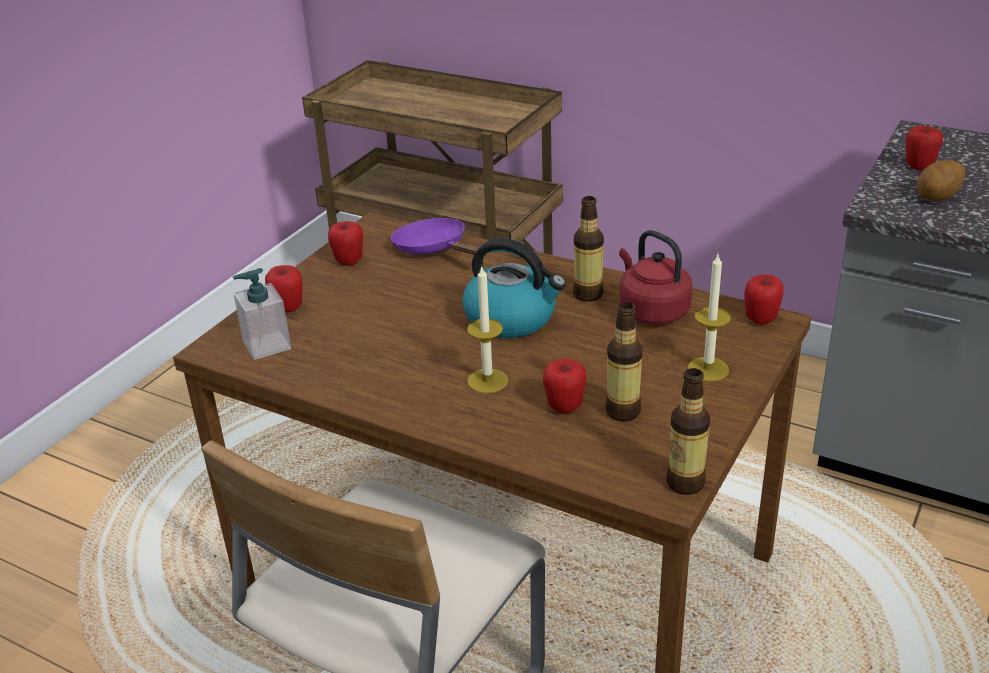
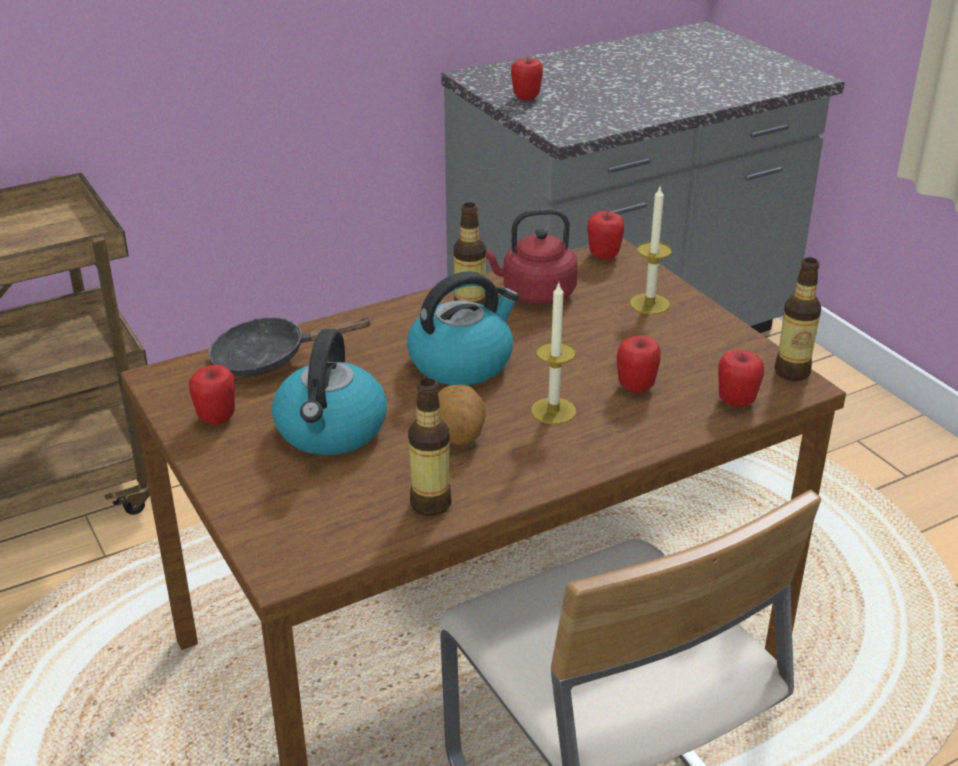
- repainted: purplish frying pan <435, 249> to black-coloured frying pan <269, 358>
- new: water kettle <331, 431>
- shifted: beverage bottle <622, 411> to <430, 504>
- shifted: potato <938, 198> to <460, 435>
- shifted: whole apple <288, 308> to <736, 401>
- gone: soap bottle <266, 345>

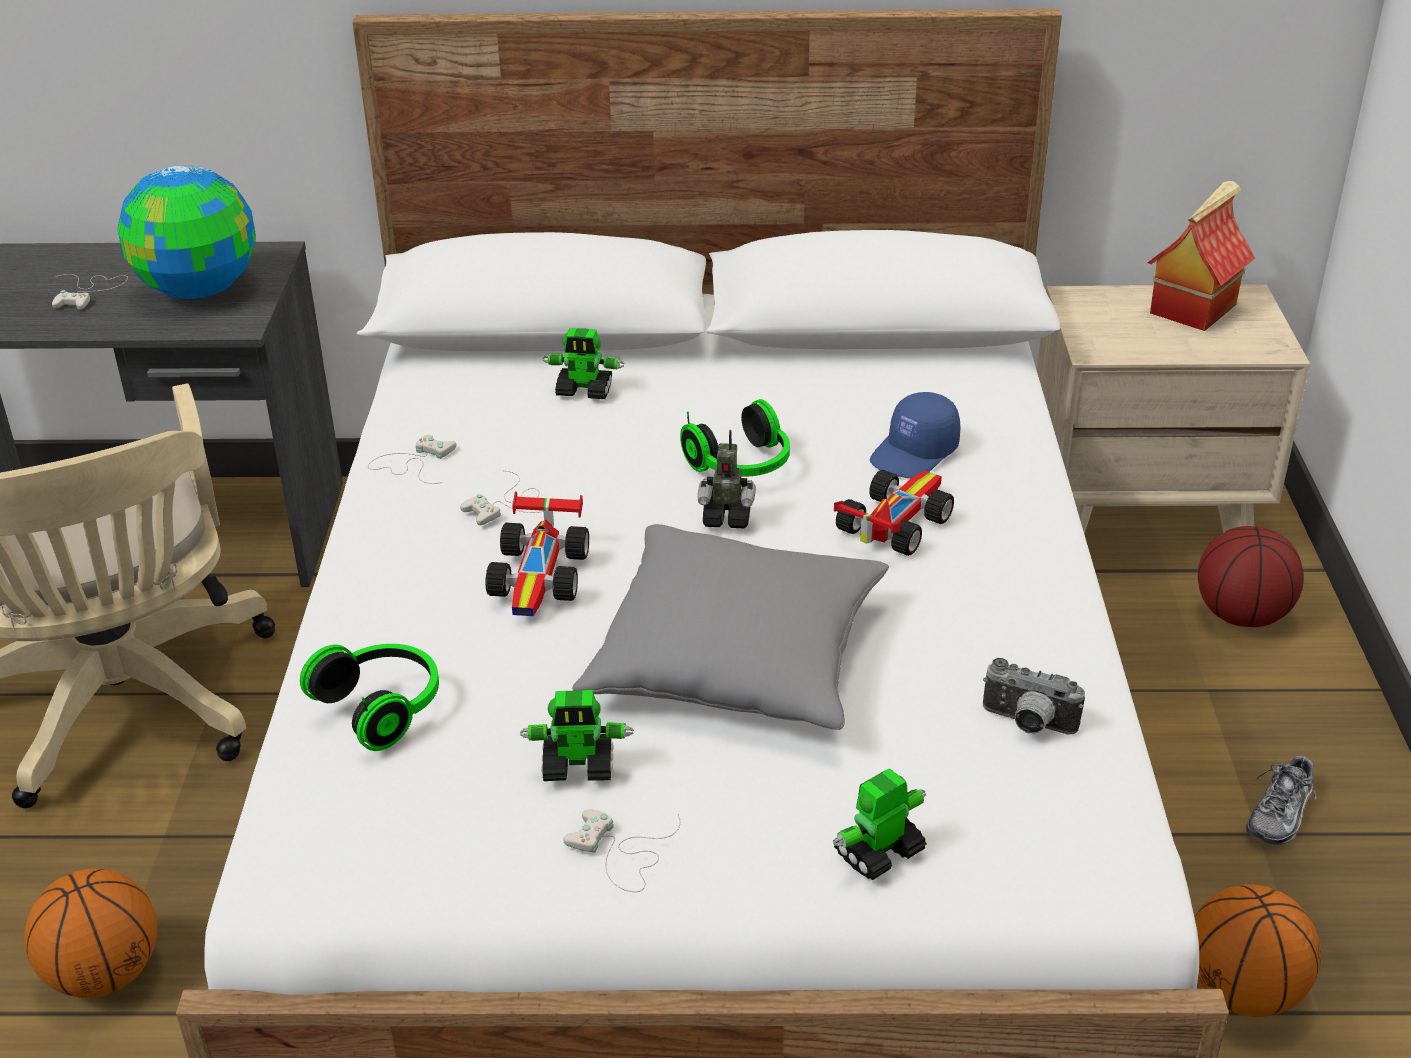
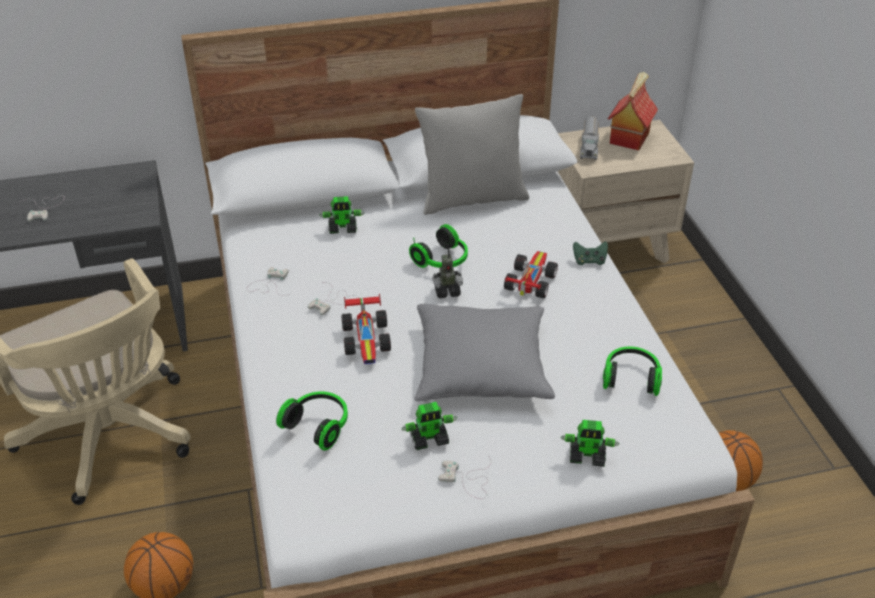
- new: grey cushion <472, 198>
- rotated: robot figure <878, 852> = <587, 456> 120 degrees counterclockwise
- new: greenish joypad <589, 261>
- new: toy lorry <589, 148>
- swapped: photo camera <1027, 724> to pair of headphones <631, 378>
- gone: globe <200, 290>
- gone: bluish baseball cap <915, 454>
- gone: basketball ball <1241, 616>
- gone: low shoe <1280, 814>

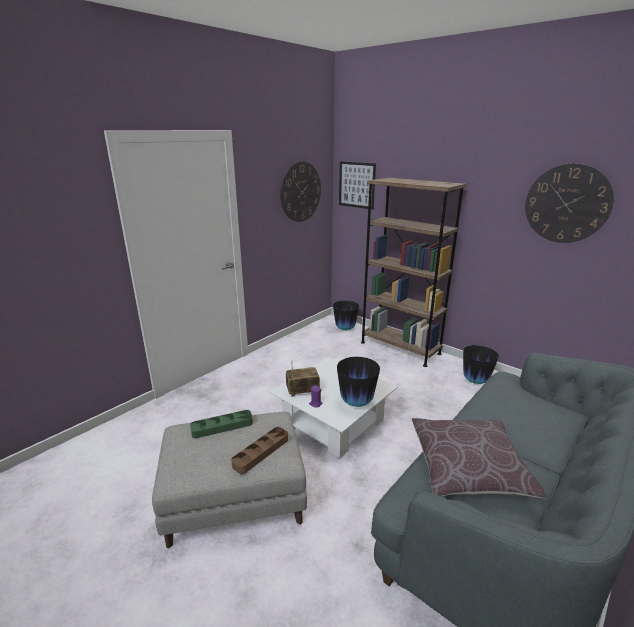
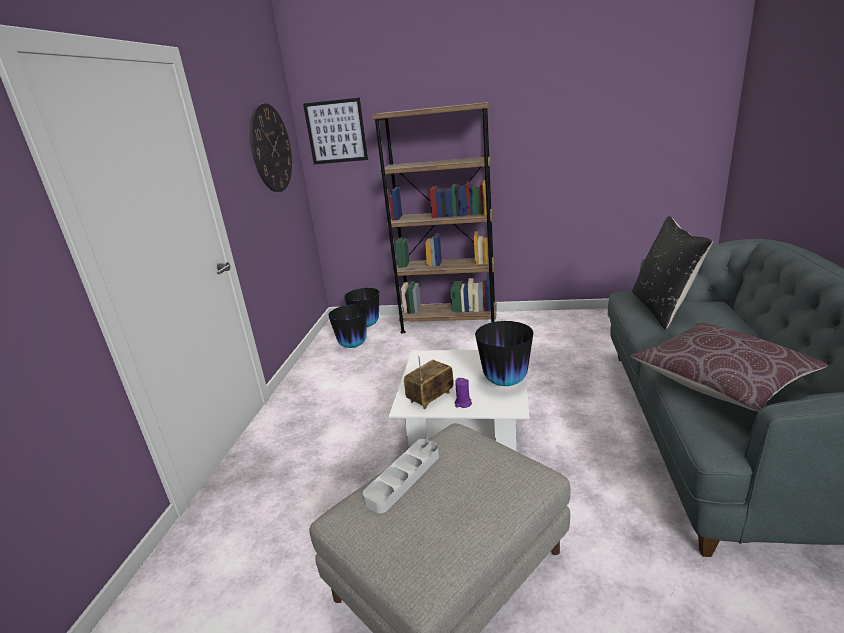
- shifted: flower vase <475, 381> to <353, 346>
- repainted: greenish tray <222, 426> to grey tray <403, 478>
- new: black-coloured cushion <662, 308>
- gone: brown tray <261, 452>
- gone: wall clock <567, 203>

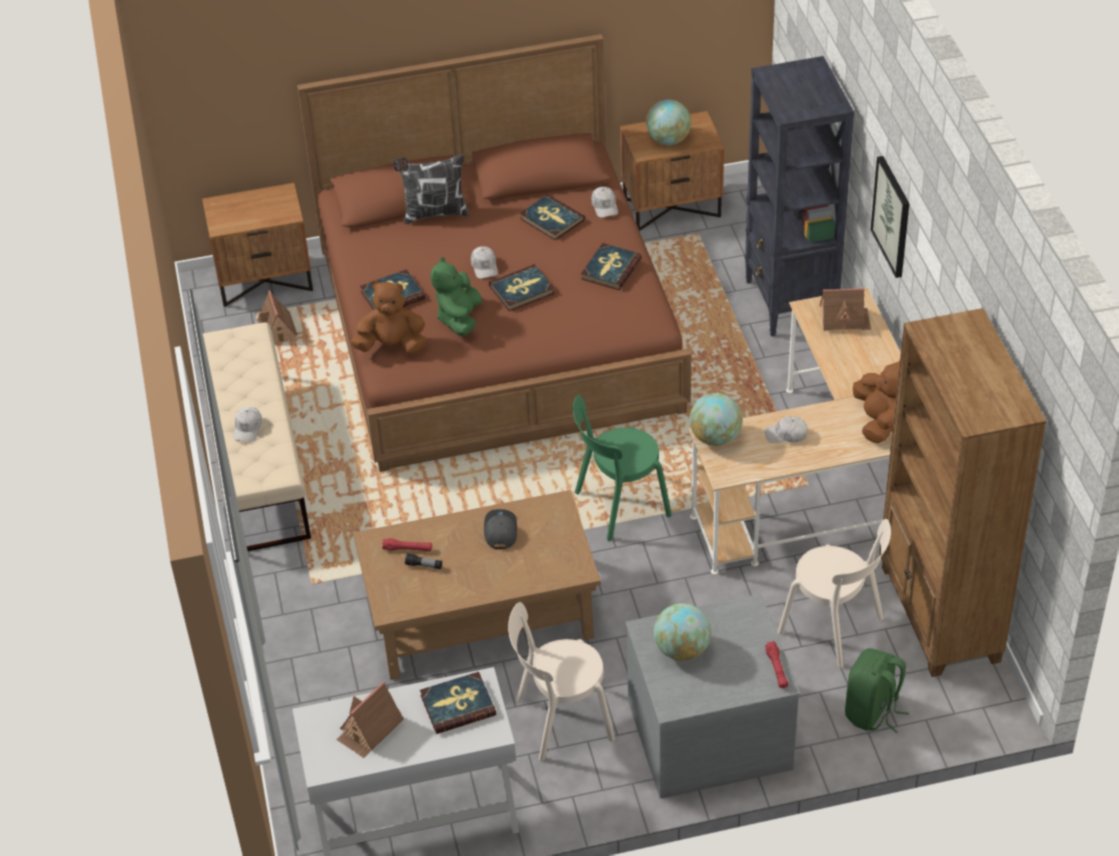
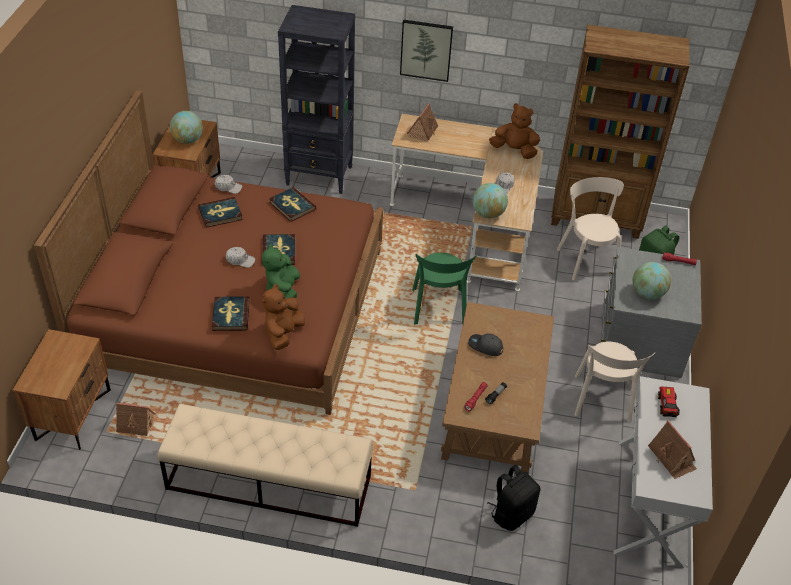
- rotated: greenish cuddly toy <459, 319> = <283, 290> 60 degrees clockwise
- new: black-coloured knapsack <511, 513>
- rotated: beige-coloured chair <835, 628> = <586, 259> 75 degrees counterclockwise
- swapped: volume <457, 705> to toy car <667, 404>
- gone: white baseball cap <248, 428>
- gone: cushion <434, 213>

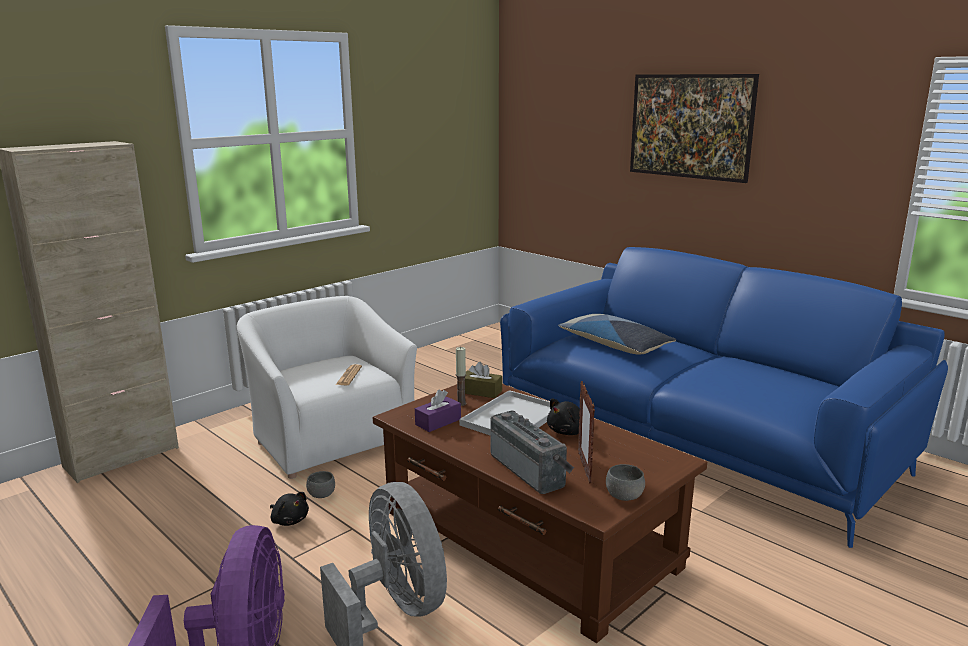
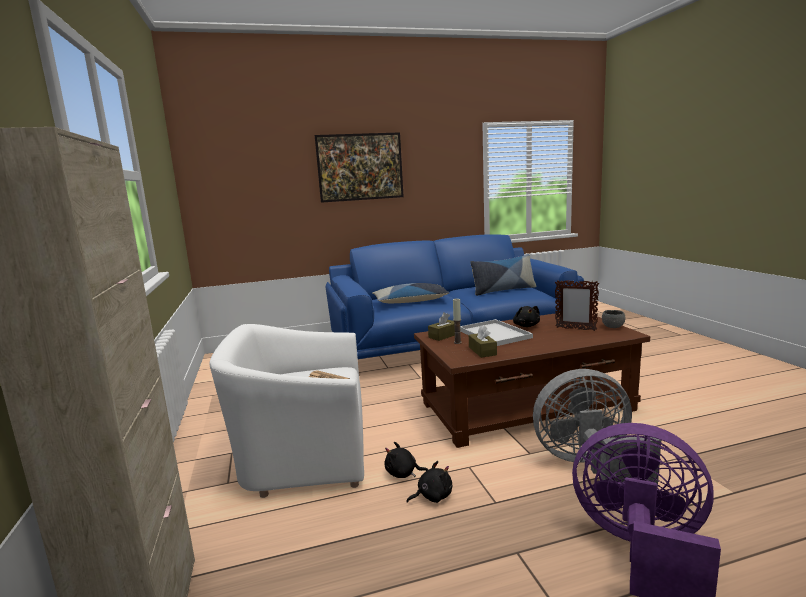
- swapped: grey serving bowl <321, 495> to black-coloured cuddly toy <403, 473>
- repainted: purplish tissue holder <438, 422> to brown tissue holder <482, 351>
- new: cushion <503, 290>
- gone: radio <531, 470>

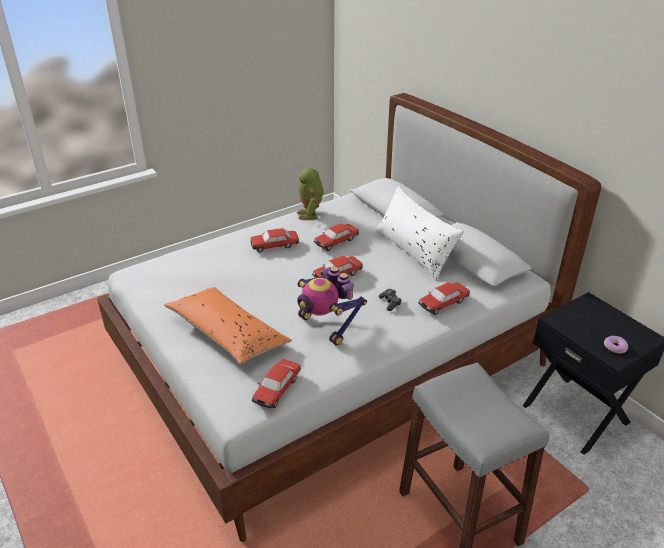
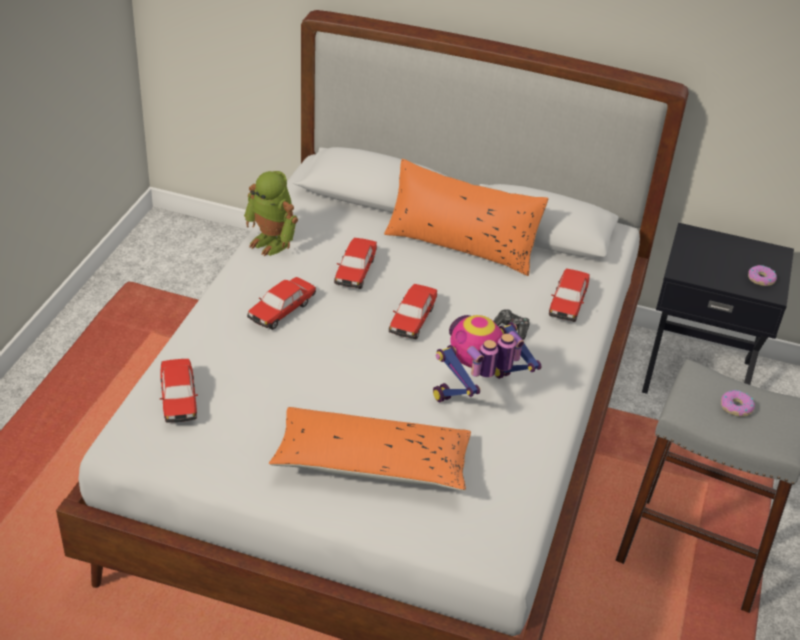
- shifted: toy car <277, 389> to <179, 398>
- repainted: white cushion <414, 251> to orange cushion <461, 244>
- rotated: robot figure <327, 326> = <477, 394> 135 degrees clockwise
- new: doughnut <736, 407>

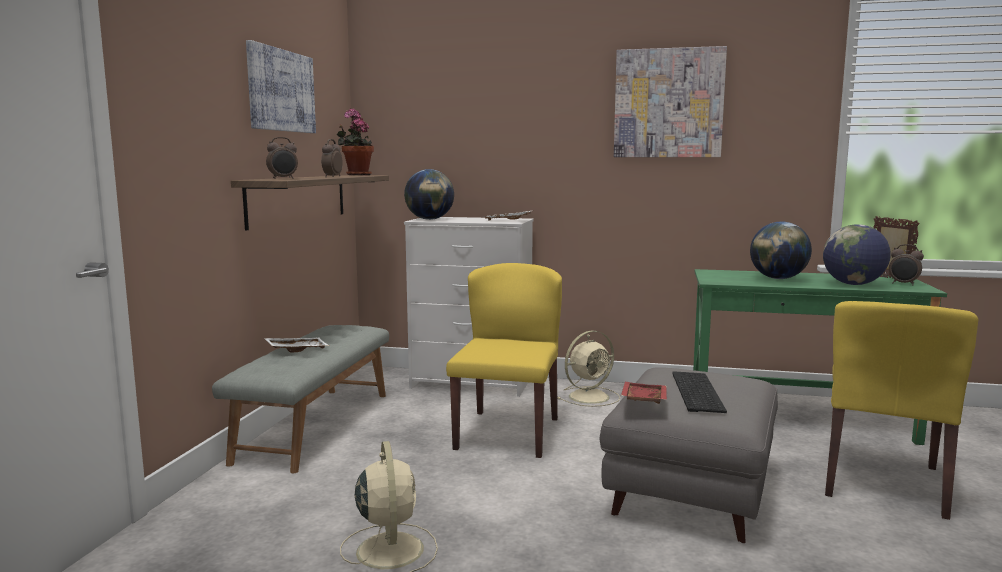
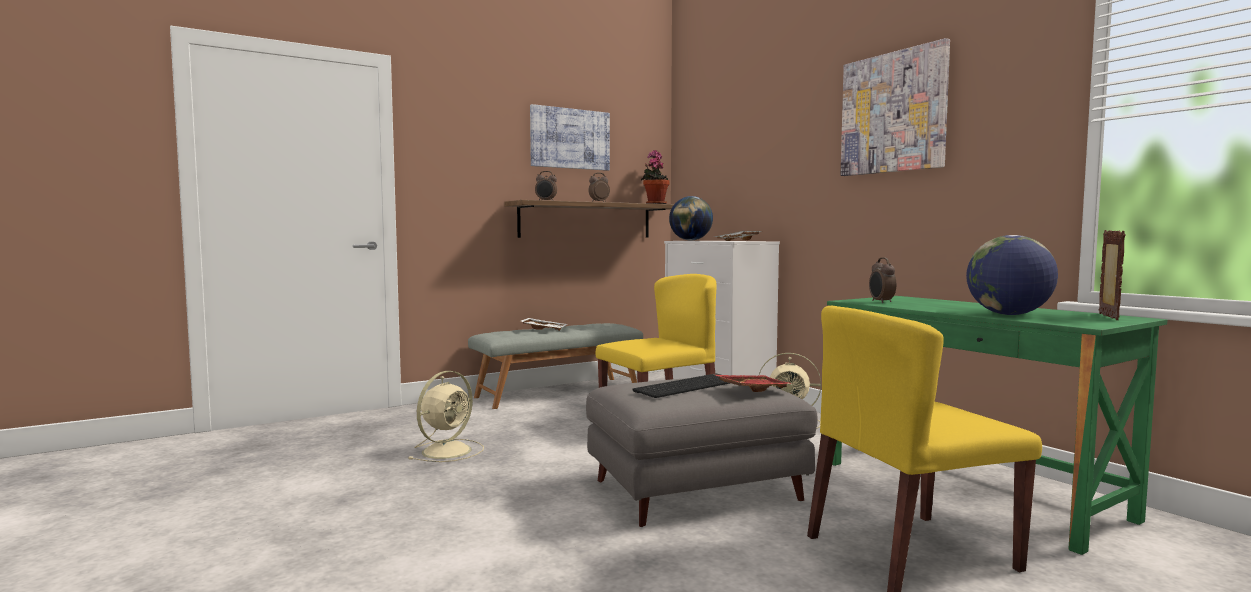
- shifted: reddish tray <642, 400> to <751, 389>
- shifted: alarm clock <903, 284> to <881, 302>
- gone: globe <778, 278>

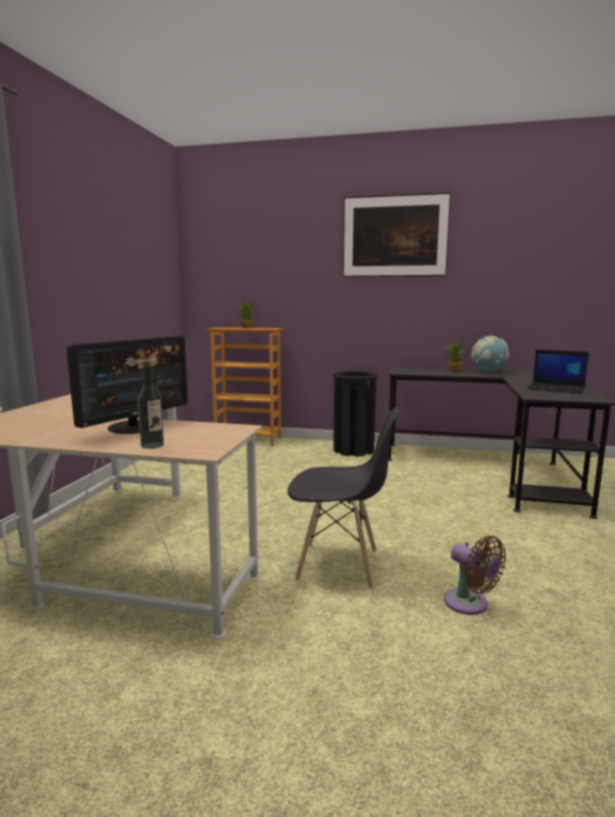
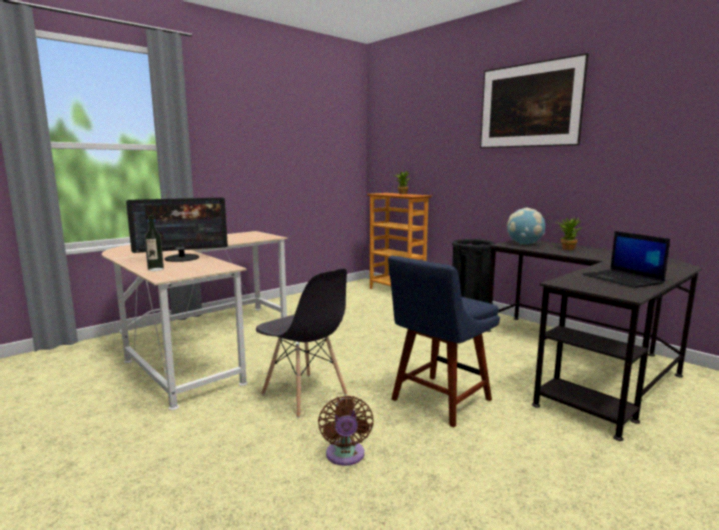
- new: bluish chair <438, 401>
- shifted: globe <488, 371> to <524, 244>

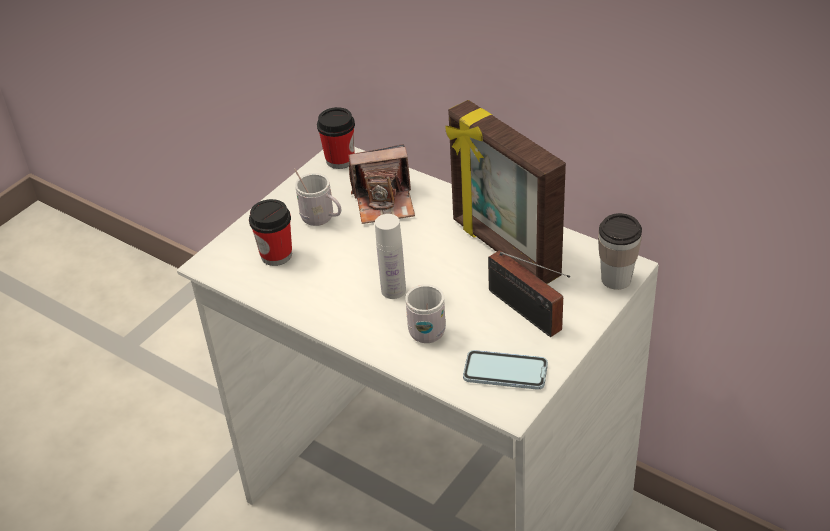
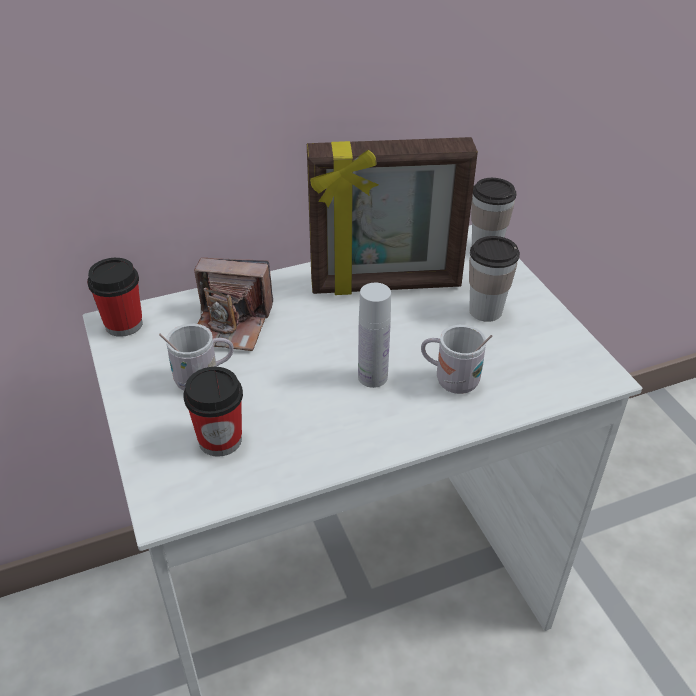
- rotated: photo camera <384, 202> = <231, 325> 75 degrees clockwise
- swapped: radio <527, 313> to drinking cup <485, 311>
- gone: telephone <505, 372>

